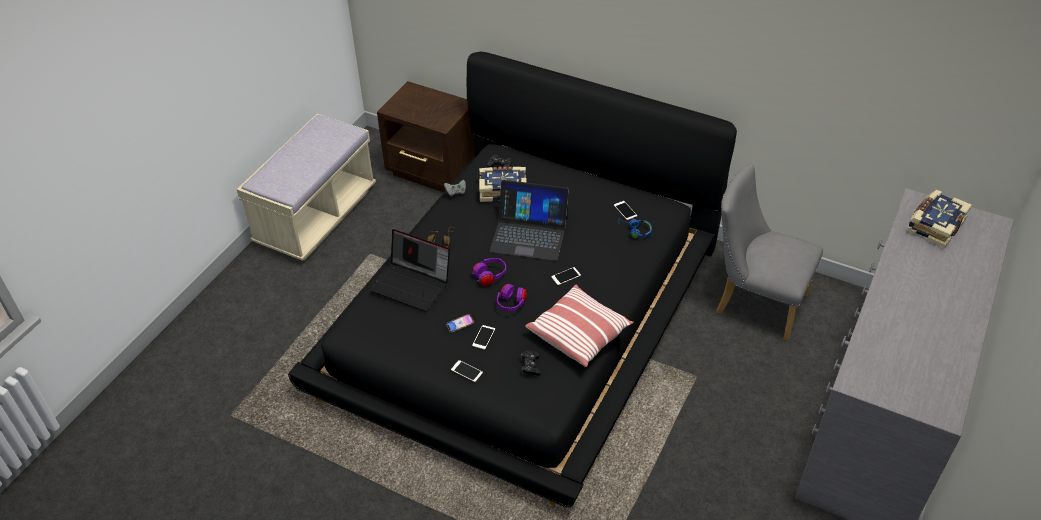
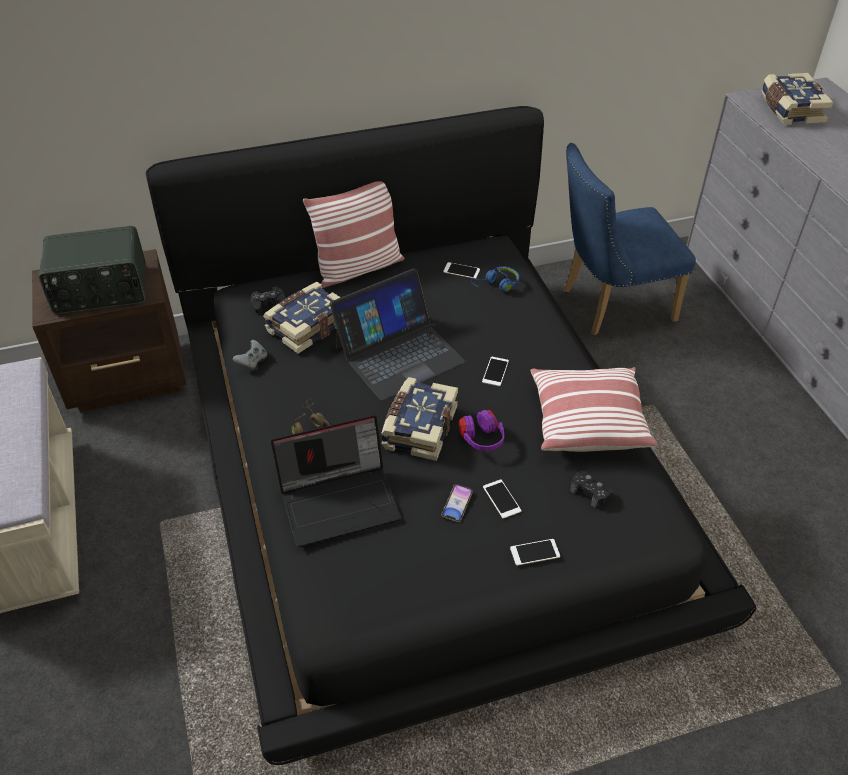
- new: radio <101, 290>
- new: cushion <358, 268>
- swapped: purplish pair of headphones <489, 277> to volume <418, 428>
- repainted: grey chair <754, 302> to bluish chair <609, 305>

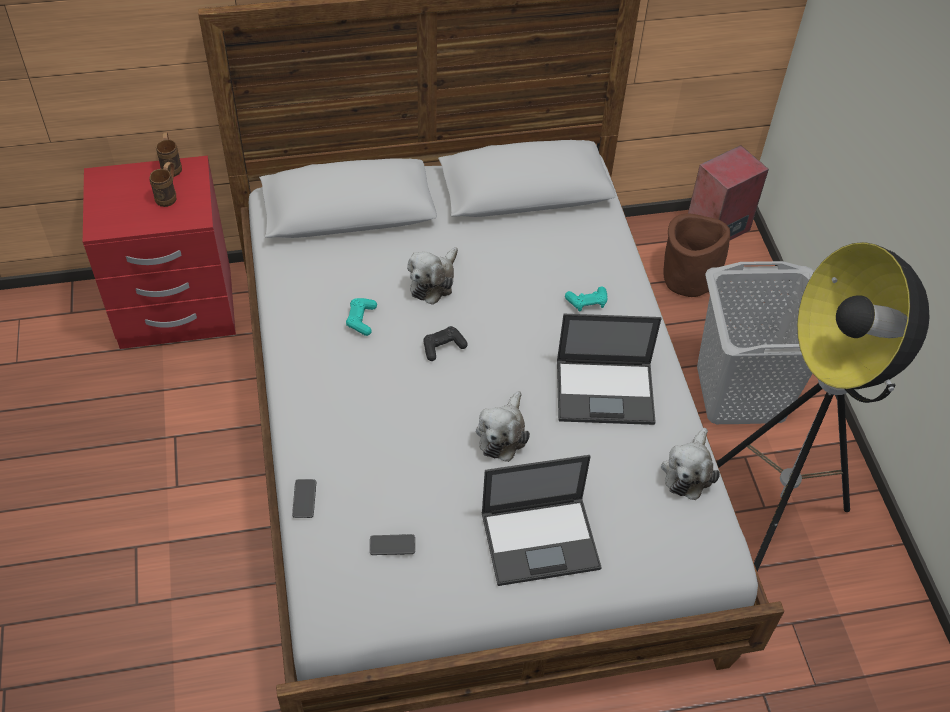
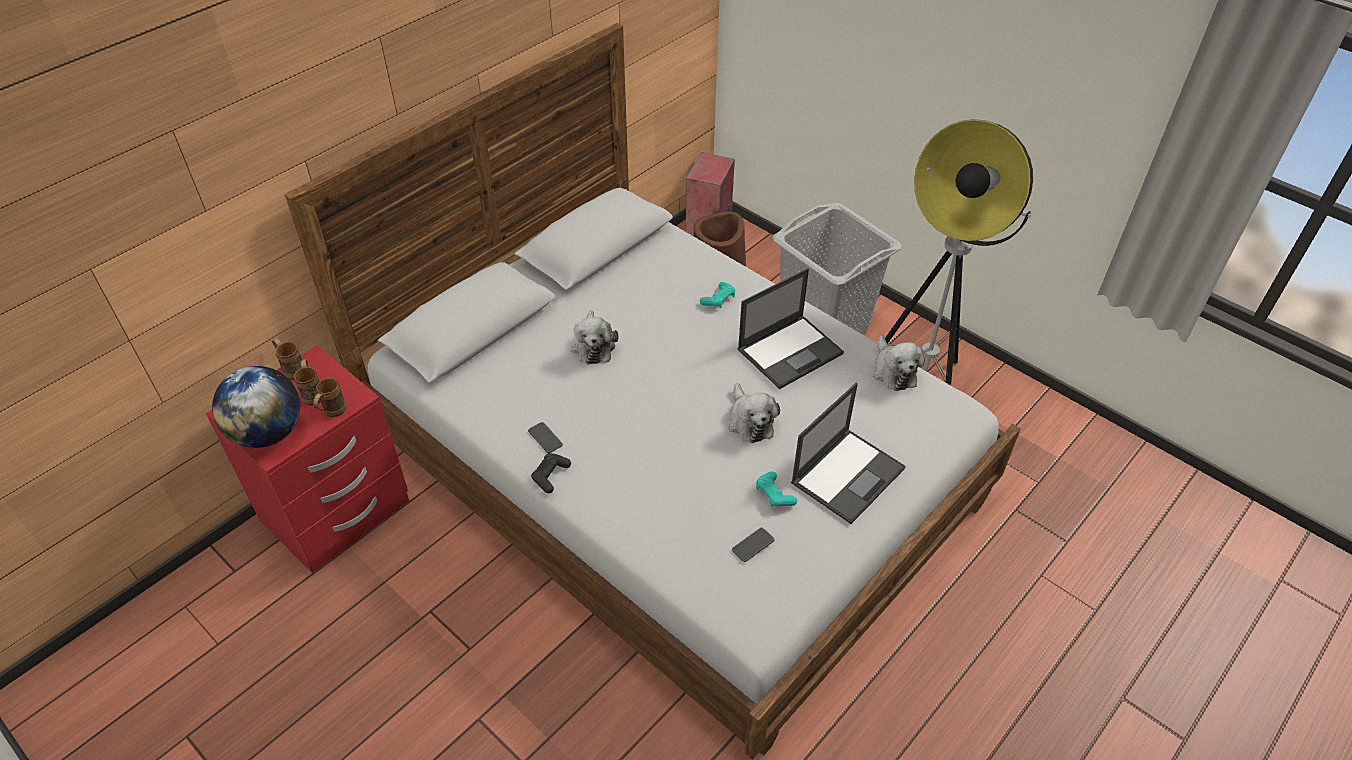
- new: globe <268, 433>
- new: brown tea mug <332, 413>
- shifted: telephone <304, 499> to <545, 438>
- shifted: black-coloured joypad <443, 347> to <550, 475>
- shifted: turquoise joypad <361, 320> to <774, 494>

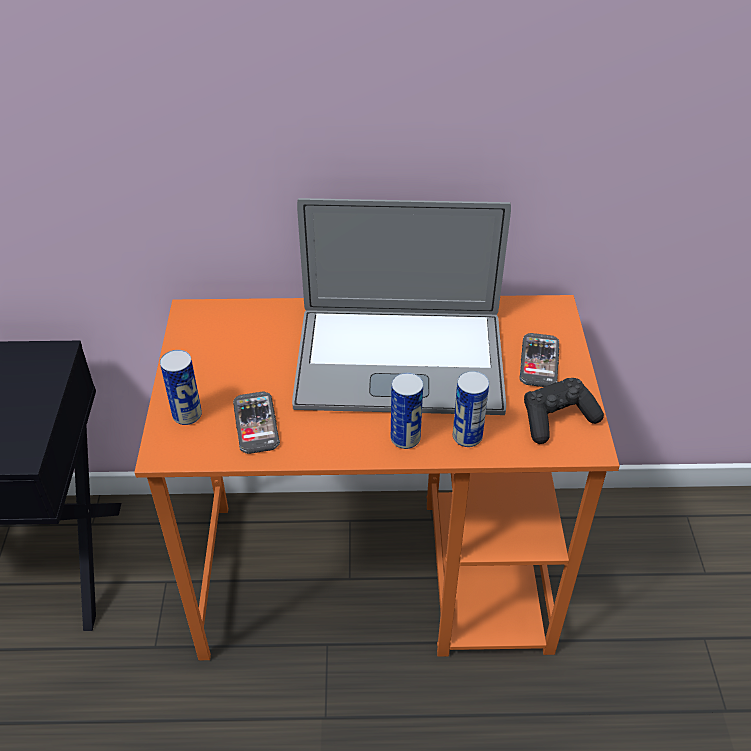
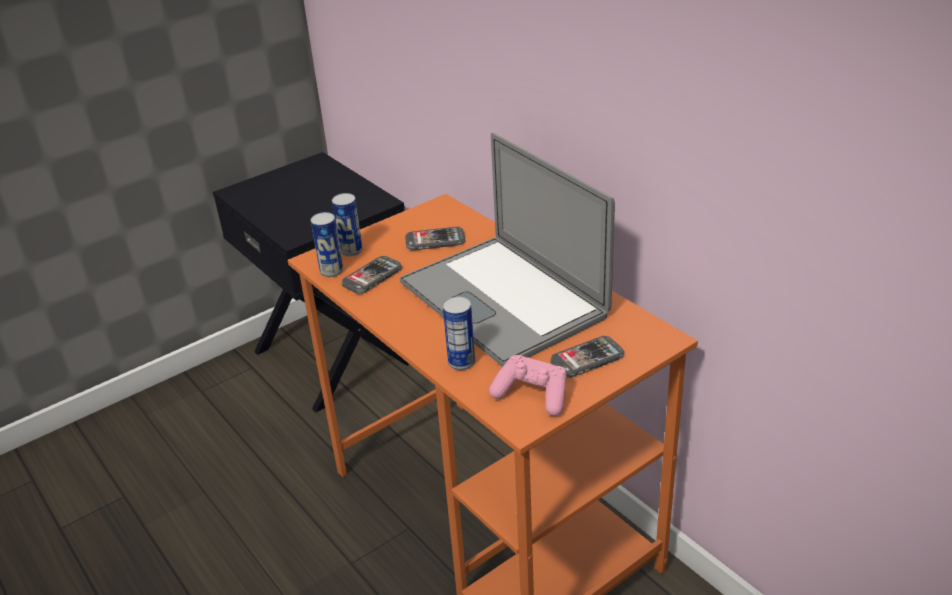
- shifted: sealed can <405, 438> to <331, 271>
- new: telephone <435, 240>
- repainted: black-coloured joypad <557, 419> to pinkish joypad <532, 395>

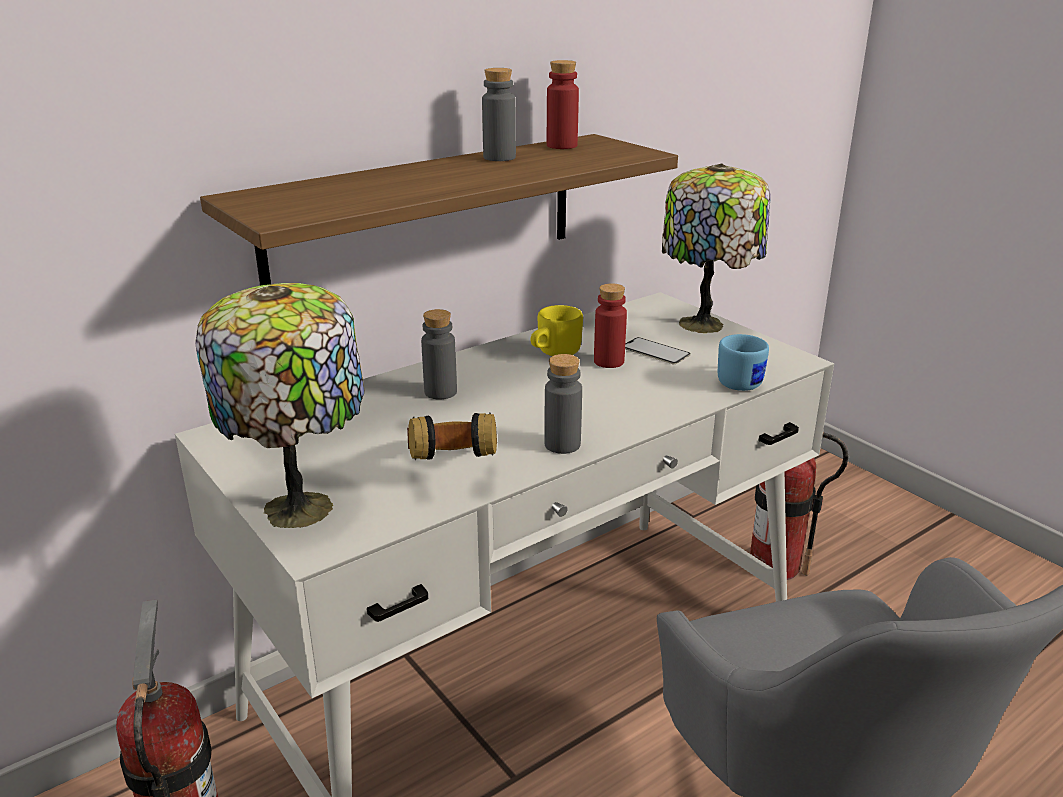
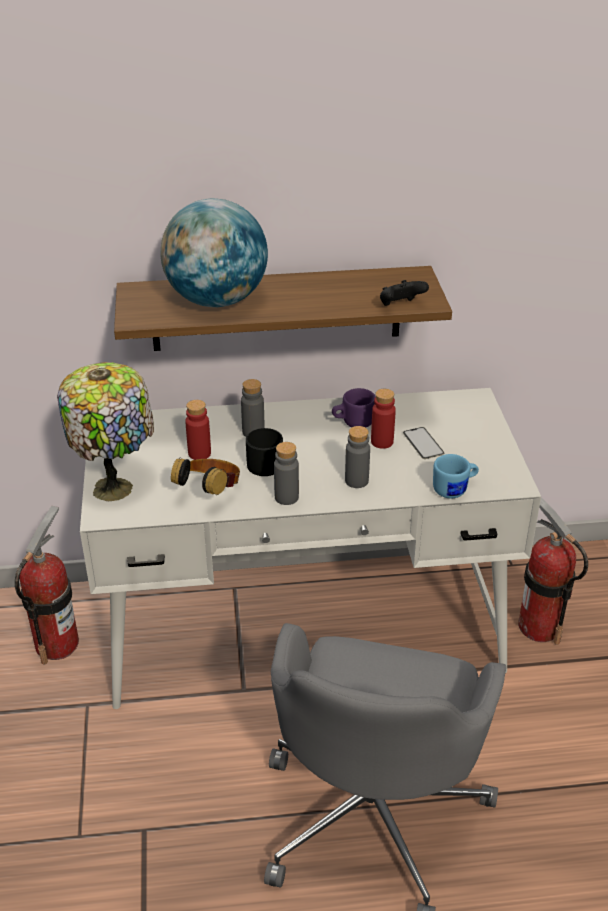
- new: globe <216, 300>
- shifted: reddish beverage bottle <562, 146> to <199, 453>
- new: black-coloured tea mug <268, 467>
- repainted: yellow tea mug <553, 353> to purplish tea mug <353, 422>
- shifted: grey beverage bottle <499, 157> to <356, 481>
- new: black-coloured joypad <400, 306>
- gone: lamp for a table <705, 325>

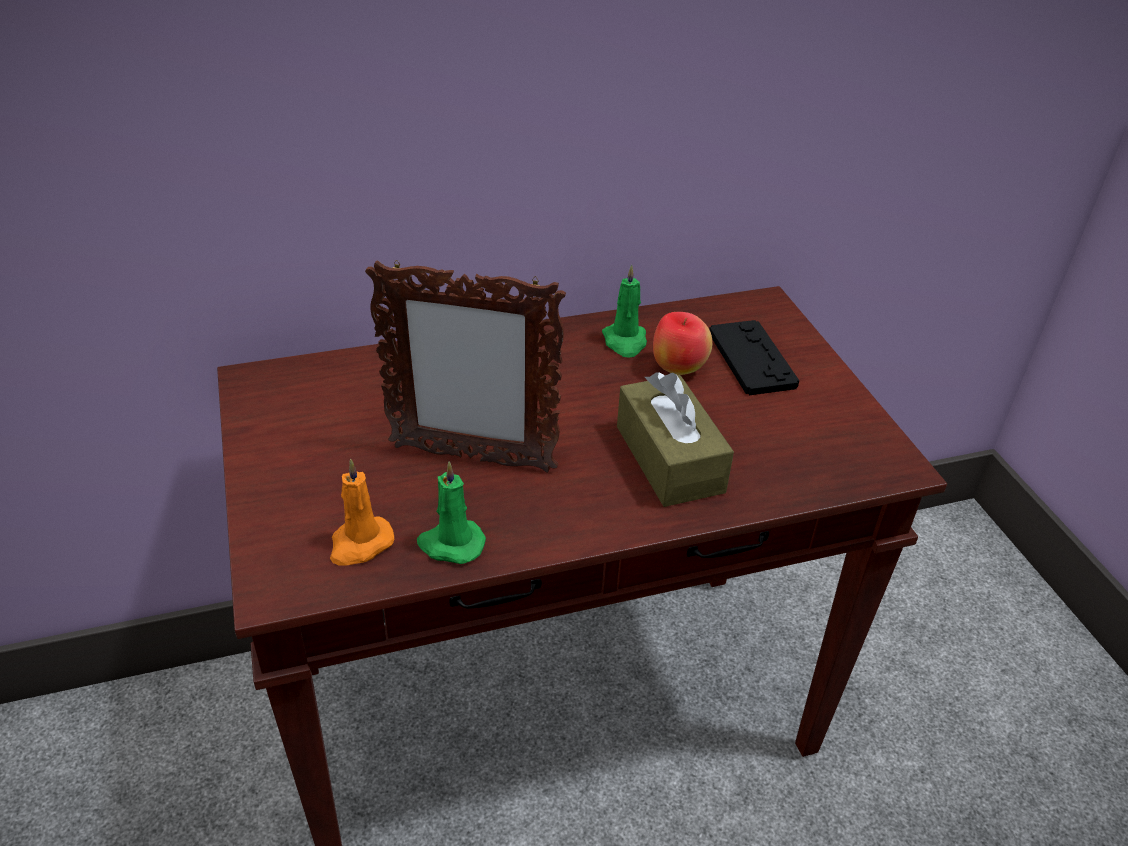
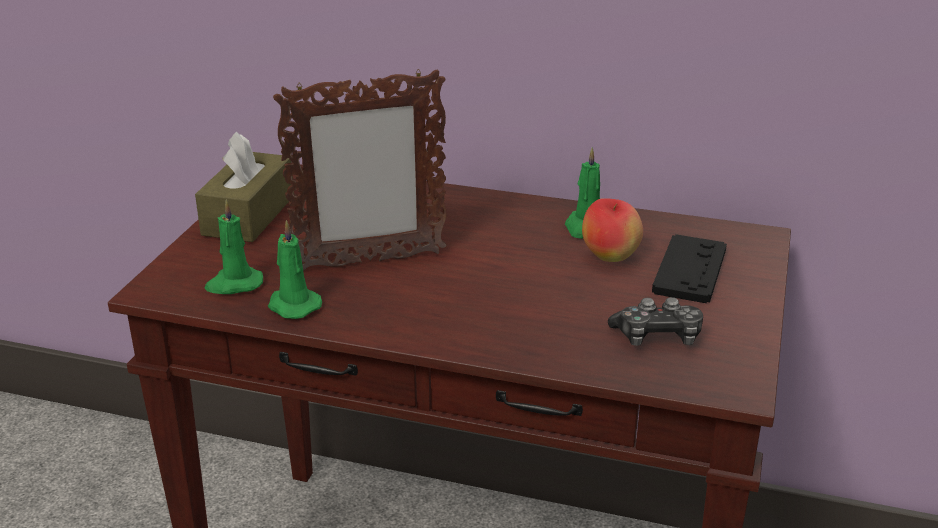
- shifted: brown tissue holder <669, 459> to <249, 215>
- repainted: orange wax light <360, 544> to greenish wax light <234, 284>
- rotated: photo frame <471, 458> = <369, 261> 60 degrees counterclockwise
- new: joypad <657, 337>

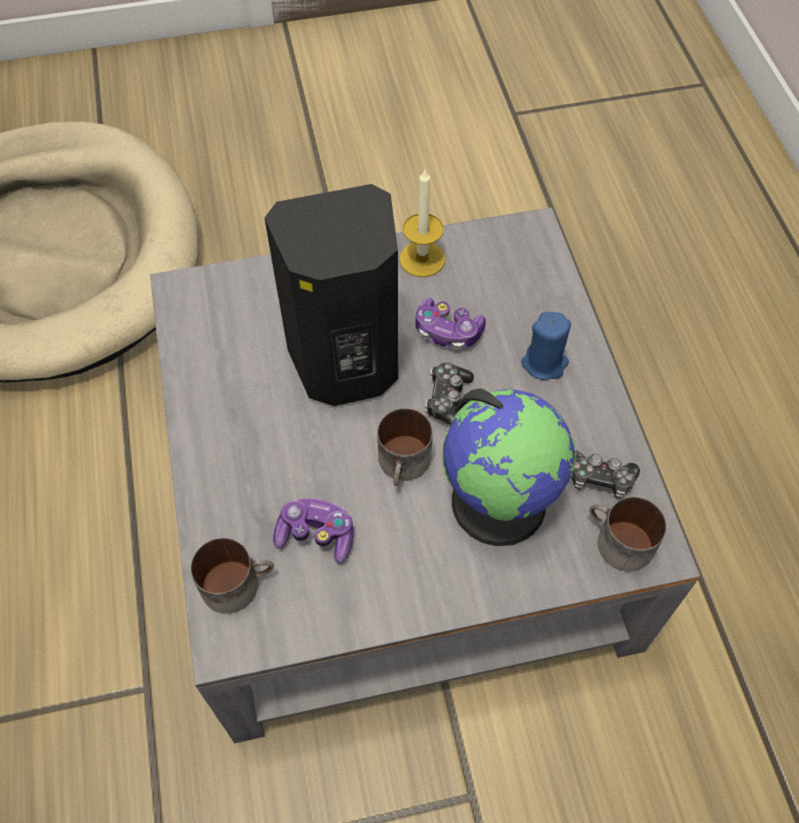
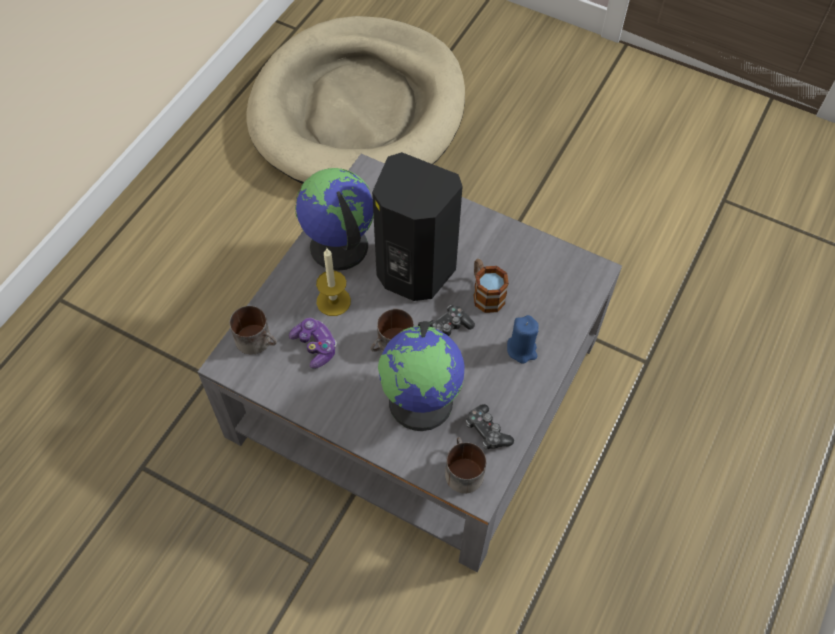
- new: globe <338, 247>
- shifted: wax light <422, 259> to <333, 301>
- swapped: joypad <447, 331> to tea mug <485, 293>

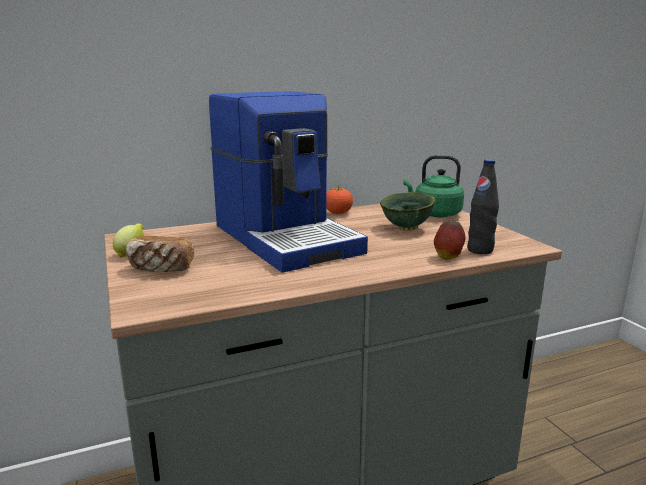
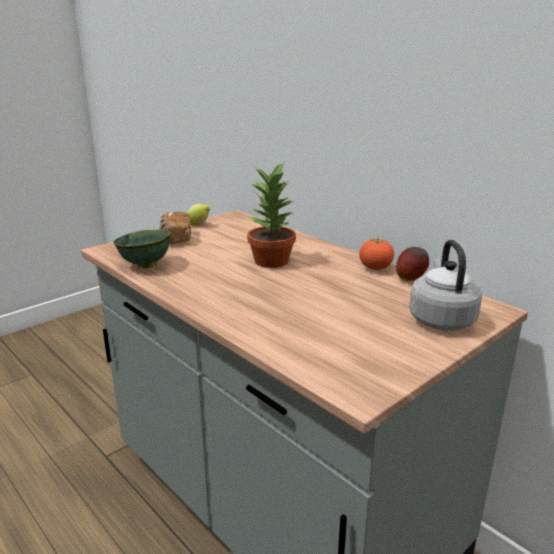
- shifted: greenish serving bowl <407, 228> to <145, 266>
- swapped: coffee brewer <287, 238> to plant in a pot <272, 261>
- shifted: whole apple <448, 257> to <410, 280>
- repainted: greenish water kettle <434, 214> to grey water kettle <441, 319>
- gone: black-coloured beverage bottle <480, 250>

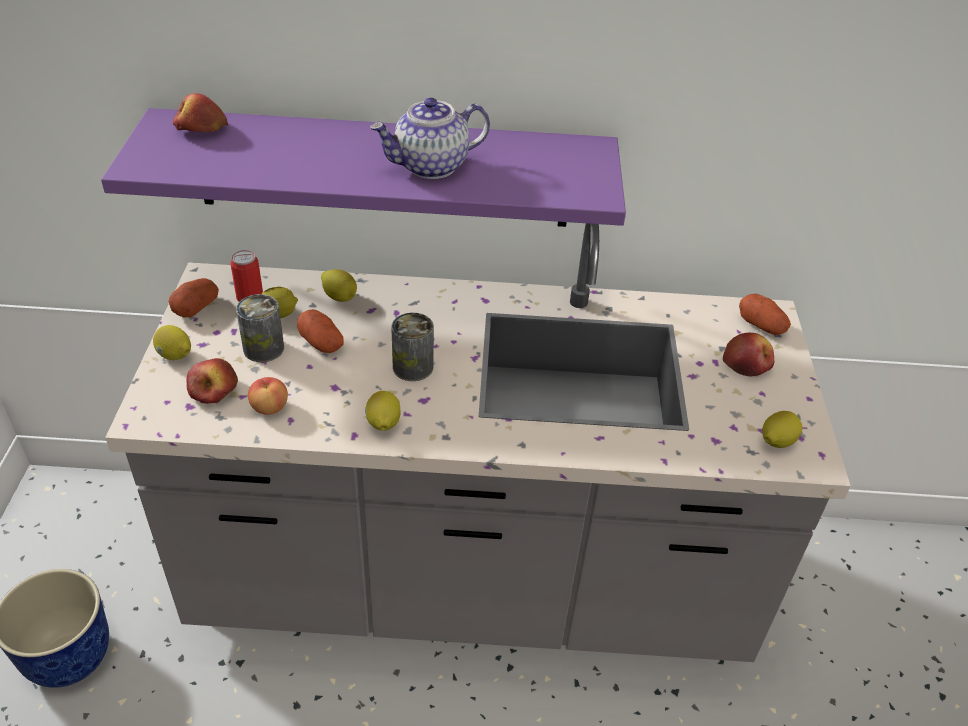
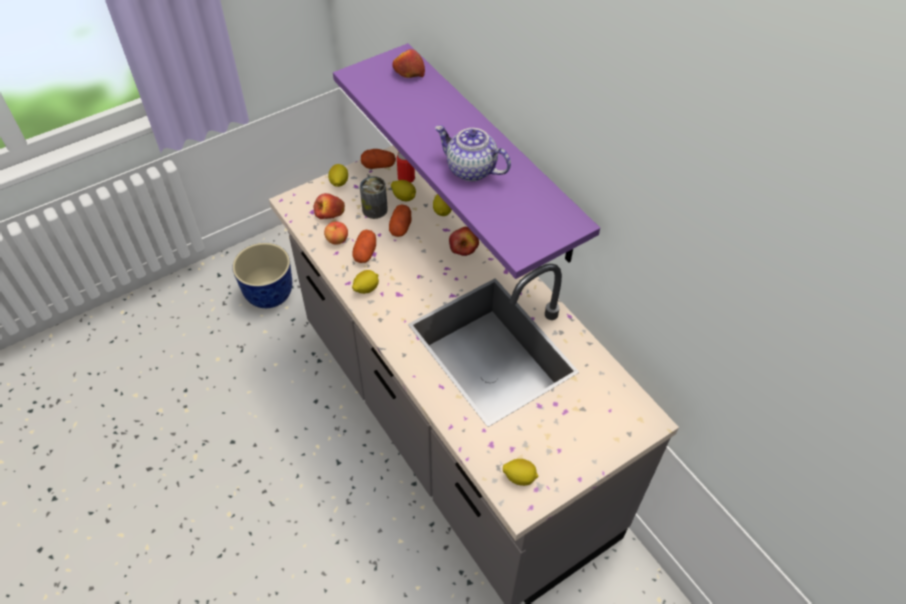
- shifted: potato <761, 325> to <365, 253>
- shifted: whole apple <747, 363> to <463, 246>
- gone: sealed can <413, 367>

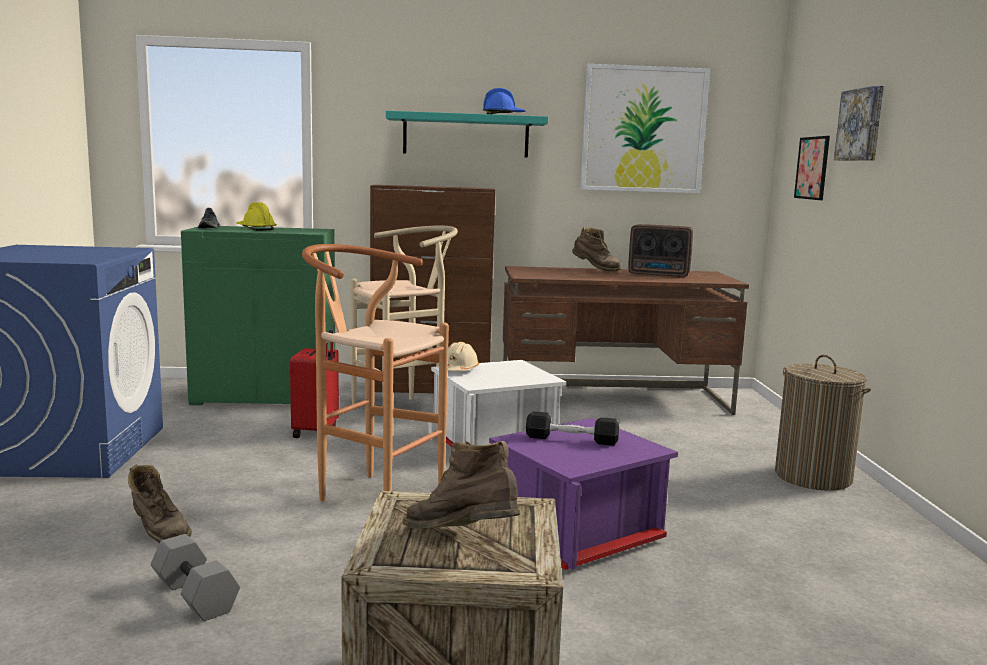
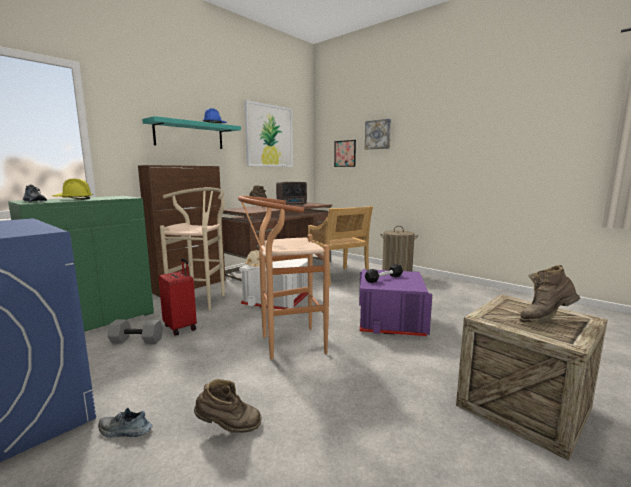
- new: low shoe <124, 431>
- shifted: grey hand weight <193, 596> to <136, 341>
- new: beige-coloured chair <338, 277>

